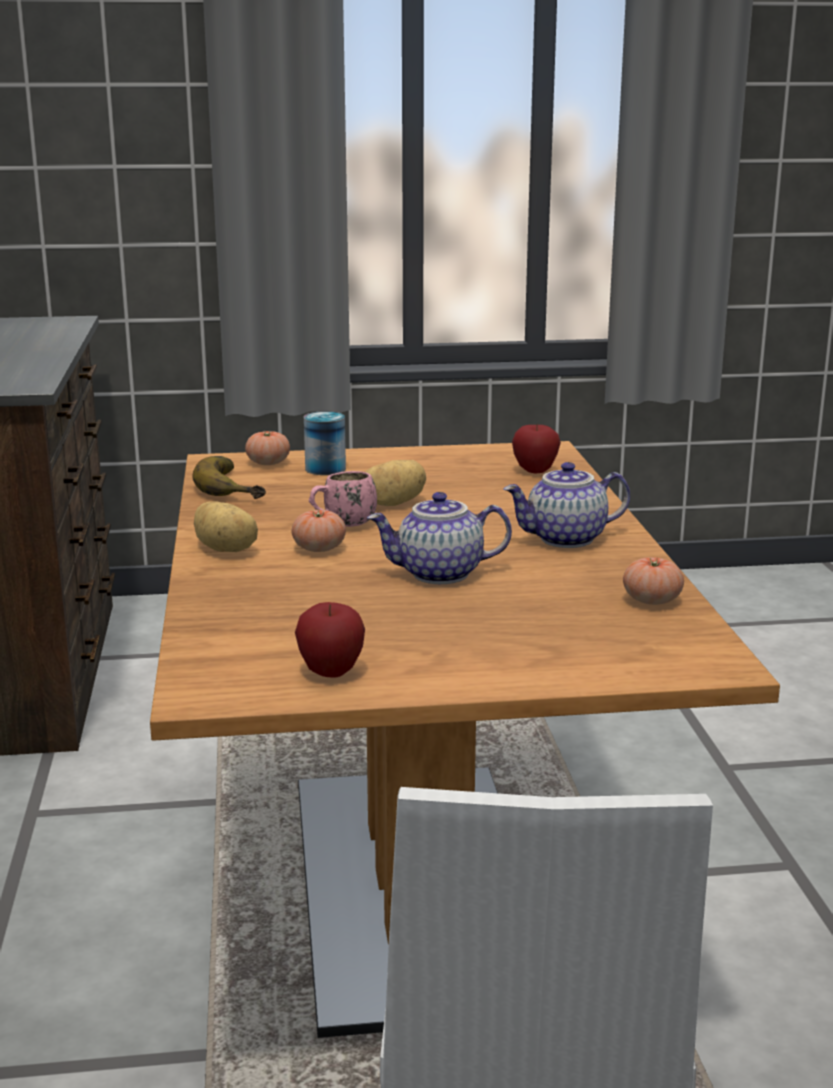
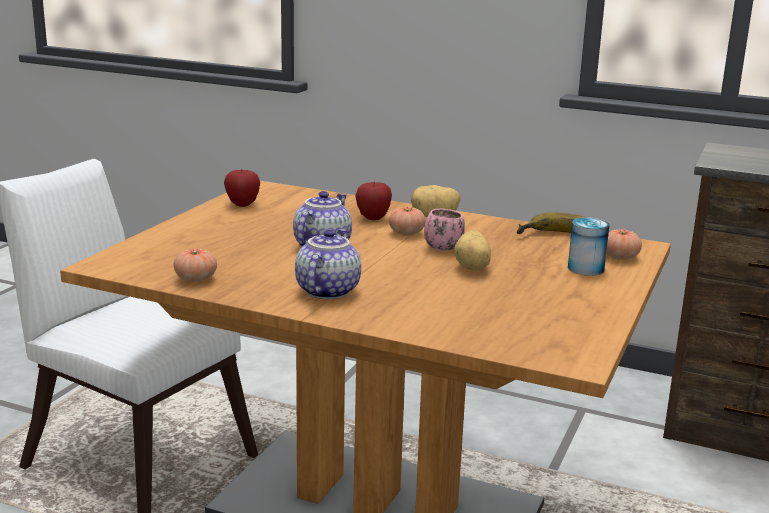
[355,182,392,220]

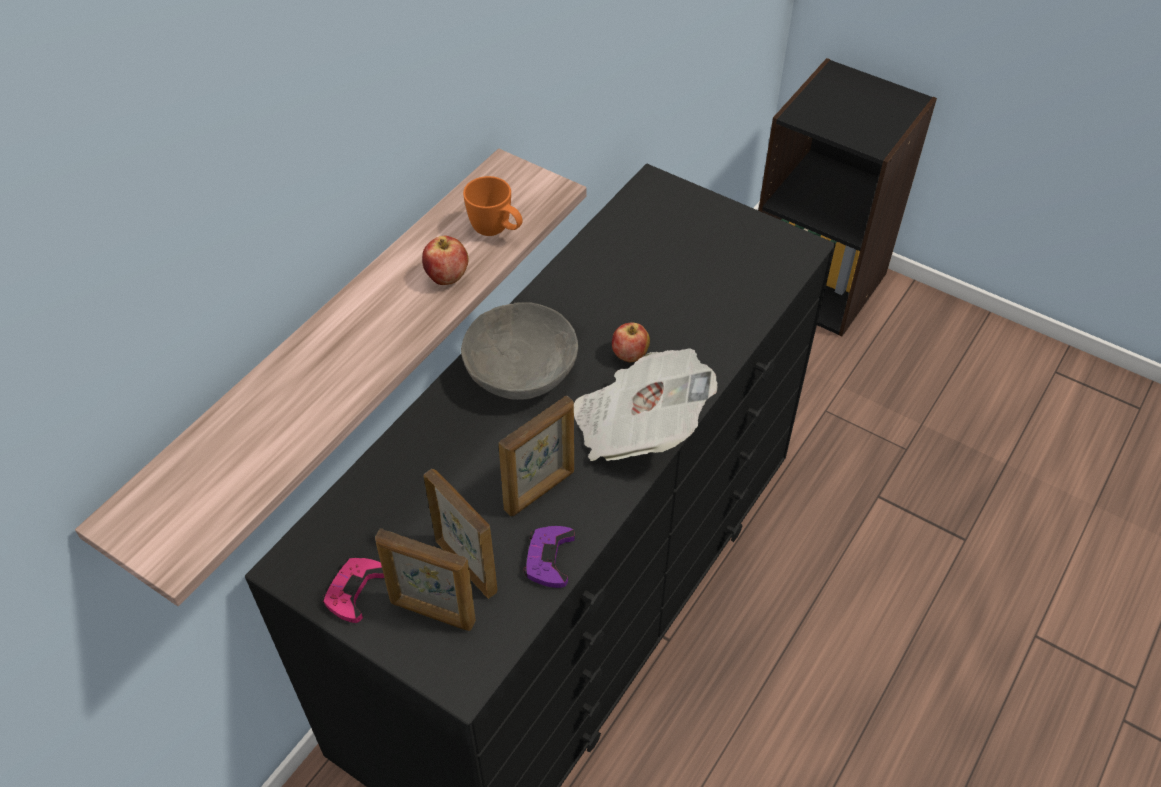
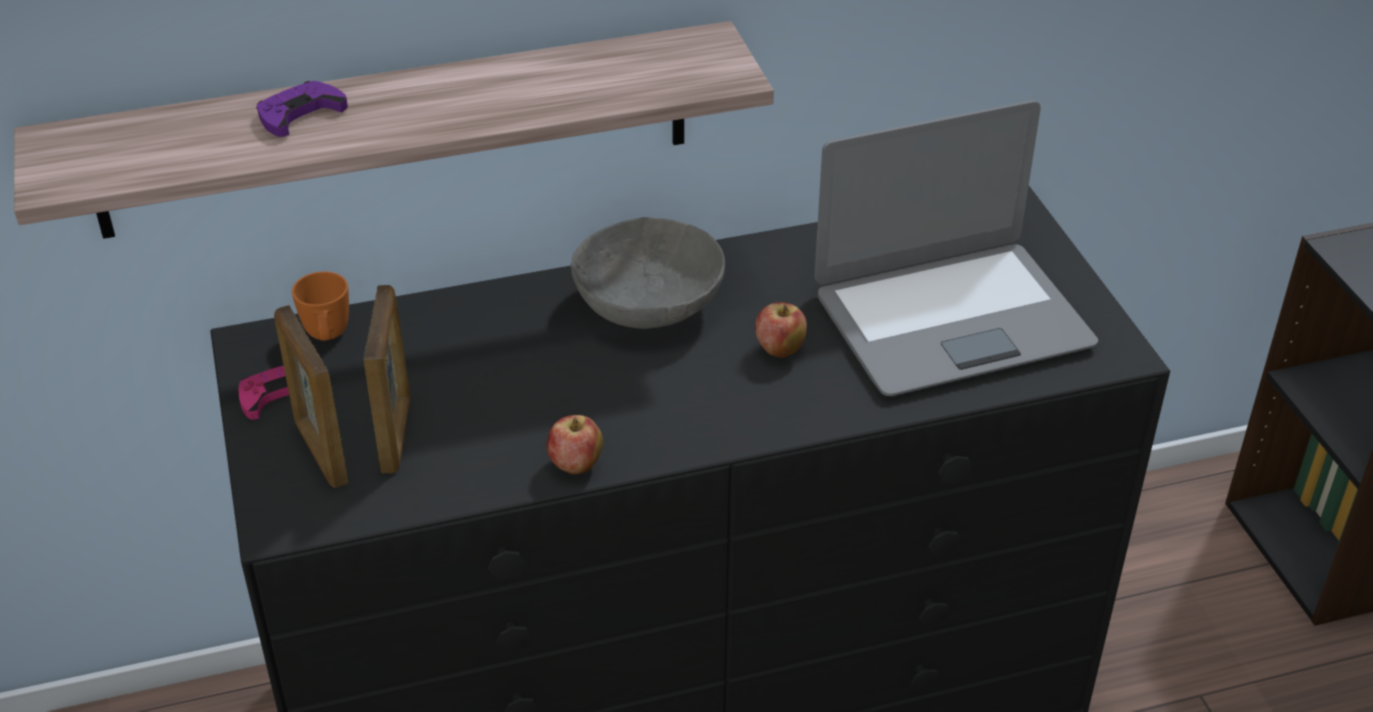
[292,271,349,341]
[547,415,603,474]
[574,348,717,461] (first image)
[498,396,574,516] (first image)
[256,81,348,137]
[814,100,1098,396]

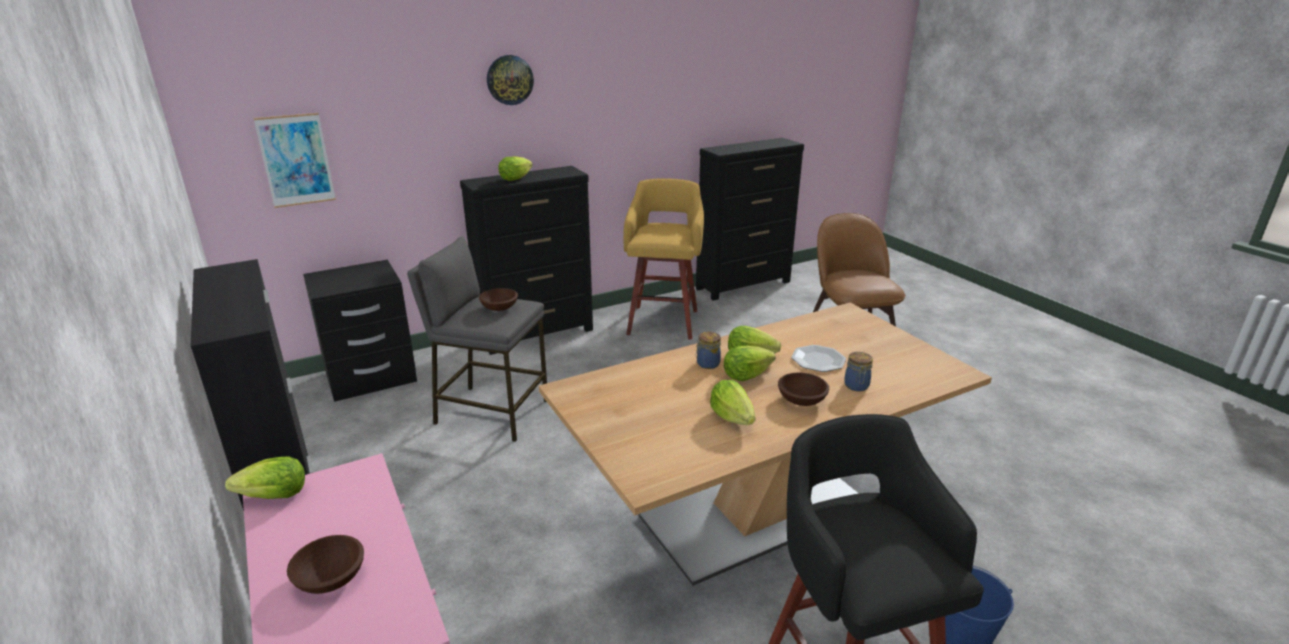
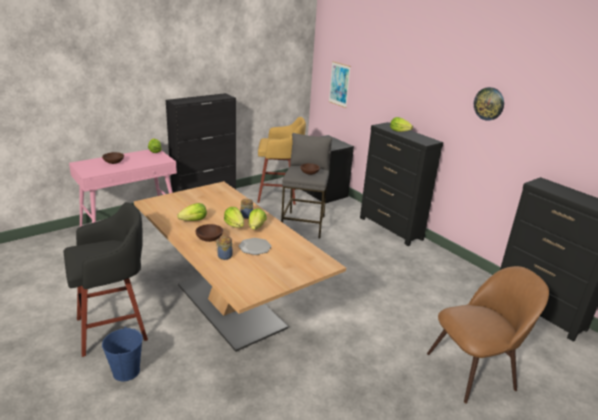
[474,87,504,121]
[257,117,306,205]

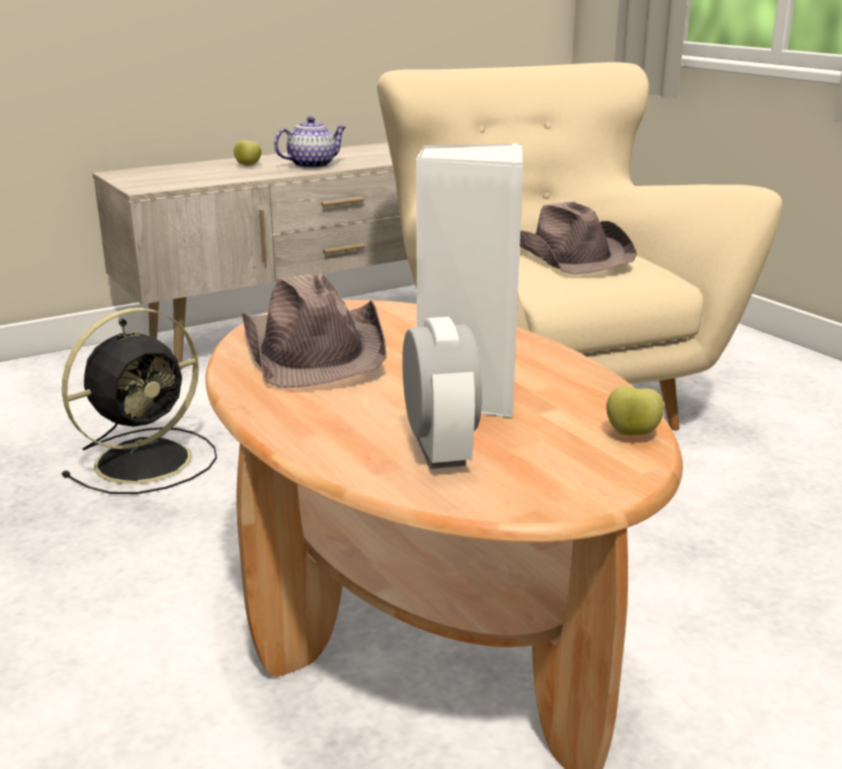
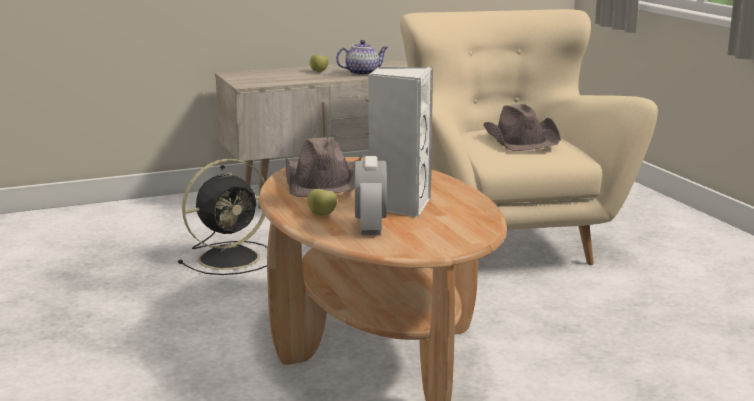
[307,189,337,215]

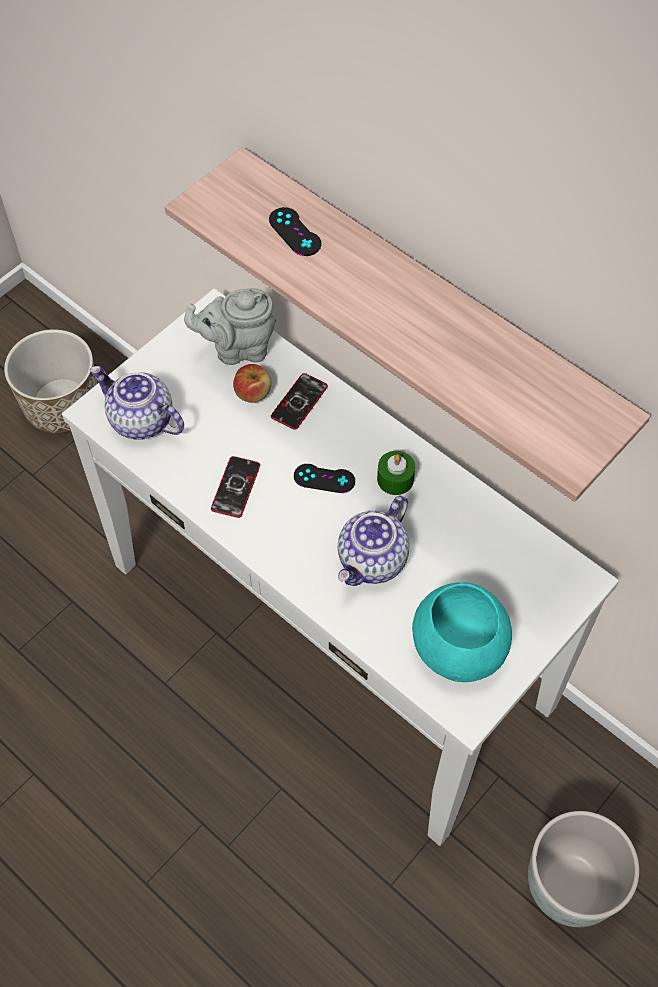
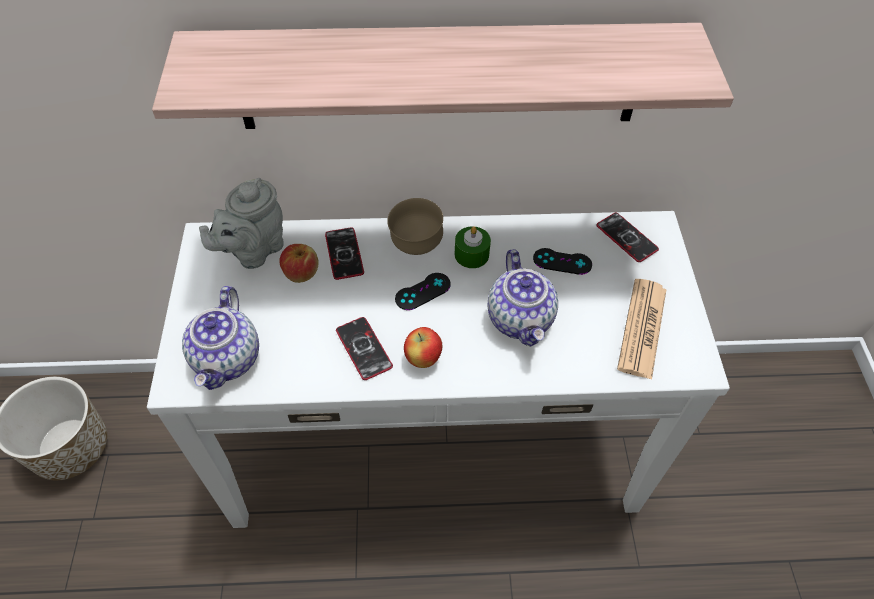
[533,248,592,275]
[182,286,259,390]
[617,279,667,380]
[528,811,639,927] (first image)
[387,198,443,255]
[596,213,659,262]
[404,327,442,368]

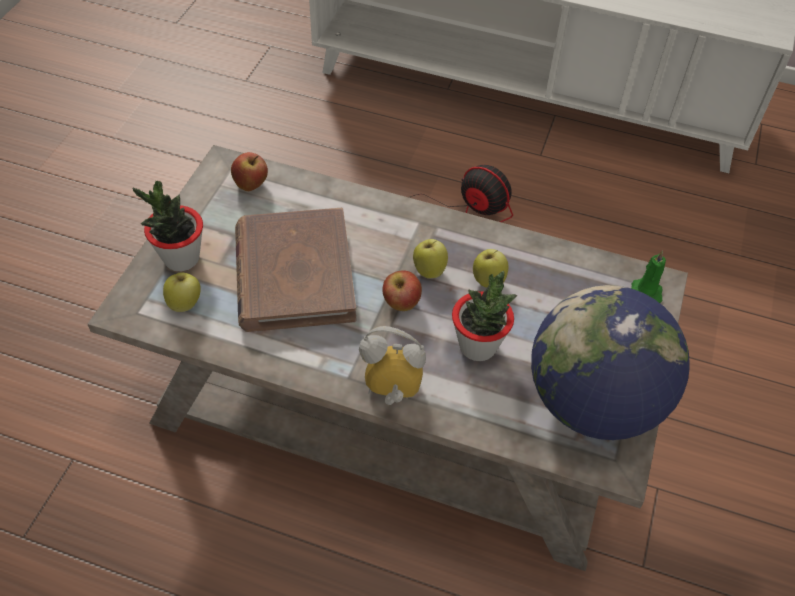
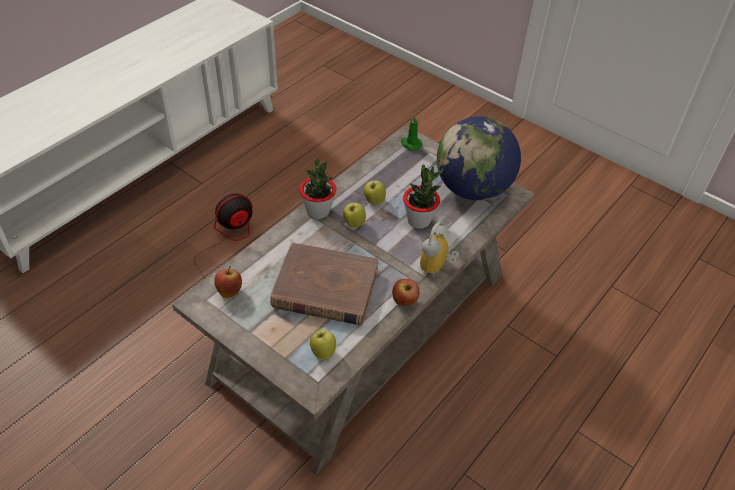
[299,159,336,219]
[392,279,420,306]

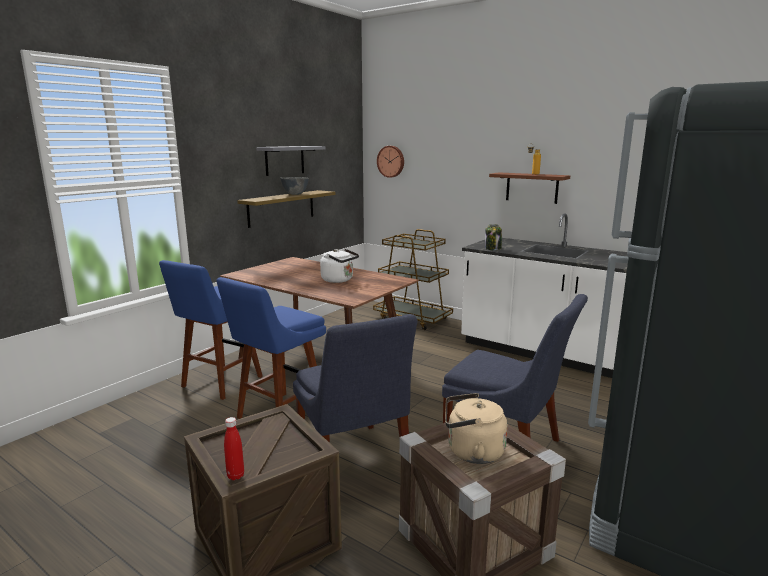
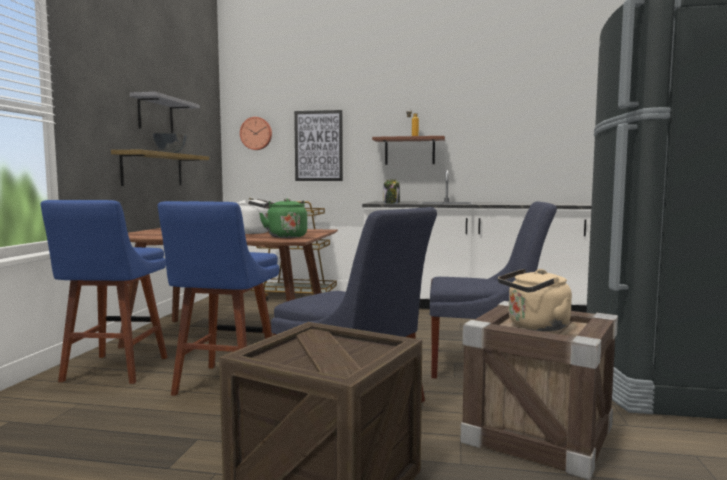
[224,417,244,480] (first image)
[294,110,343,181]
[259,198,307,238]

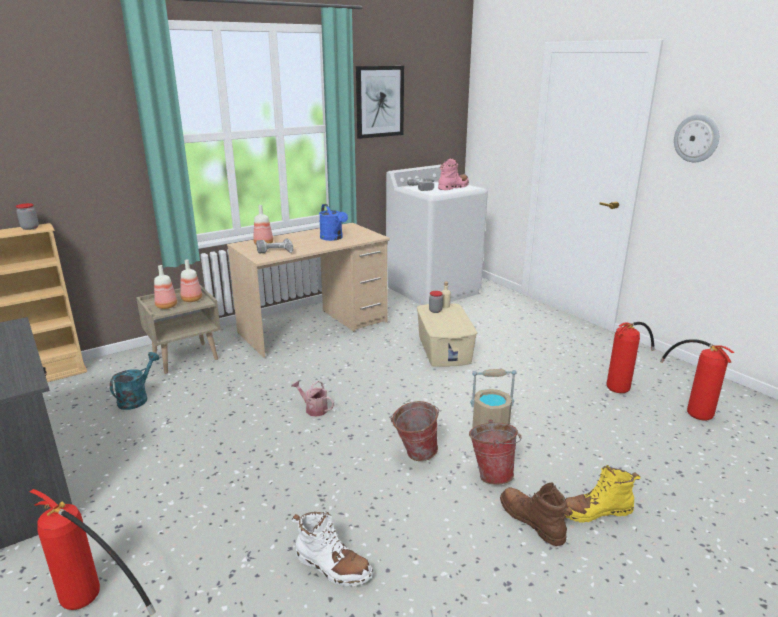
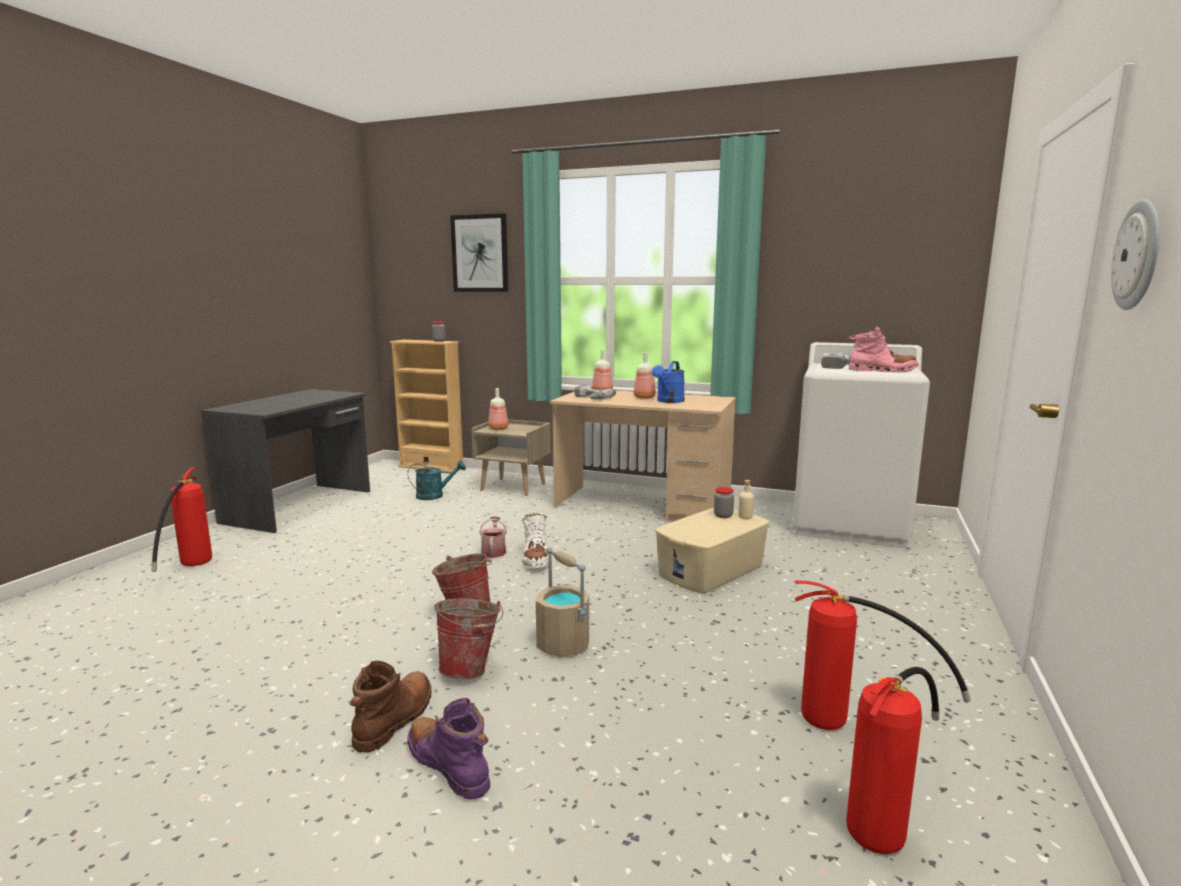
[450,213,508,292]
[634,352,656,399]
[407,698,490,800]
[522,513,549,568]

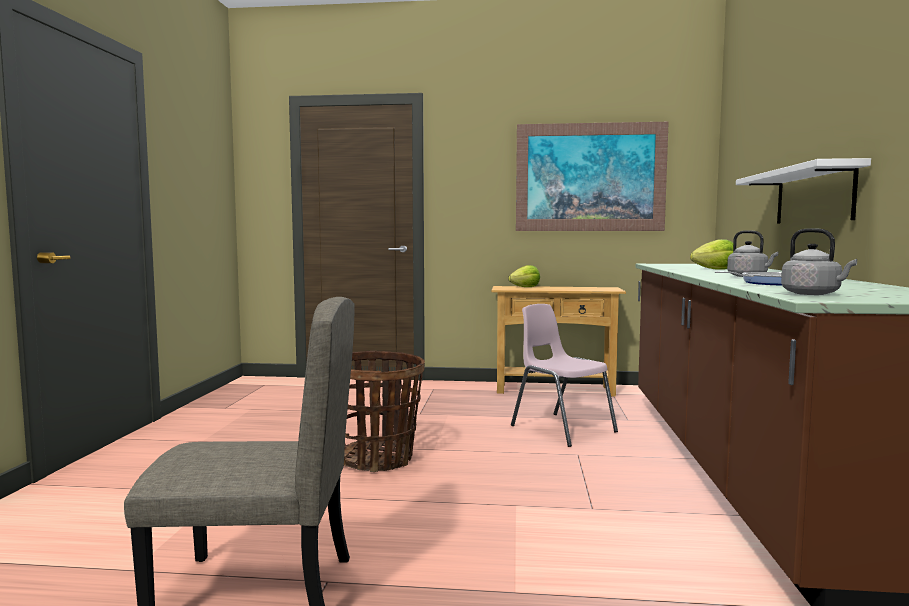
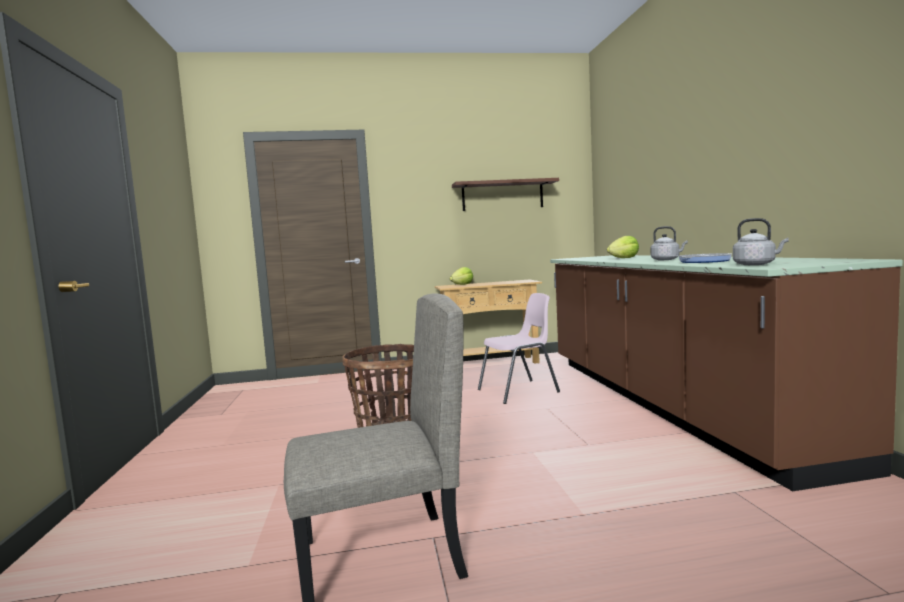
[452,178,559,211]
[736,158,871,224] (first image)
[478,293,560,404]

